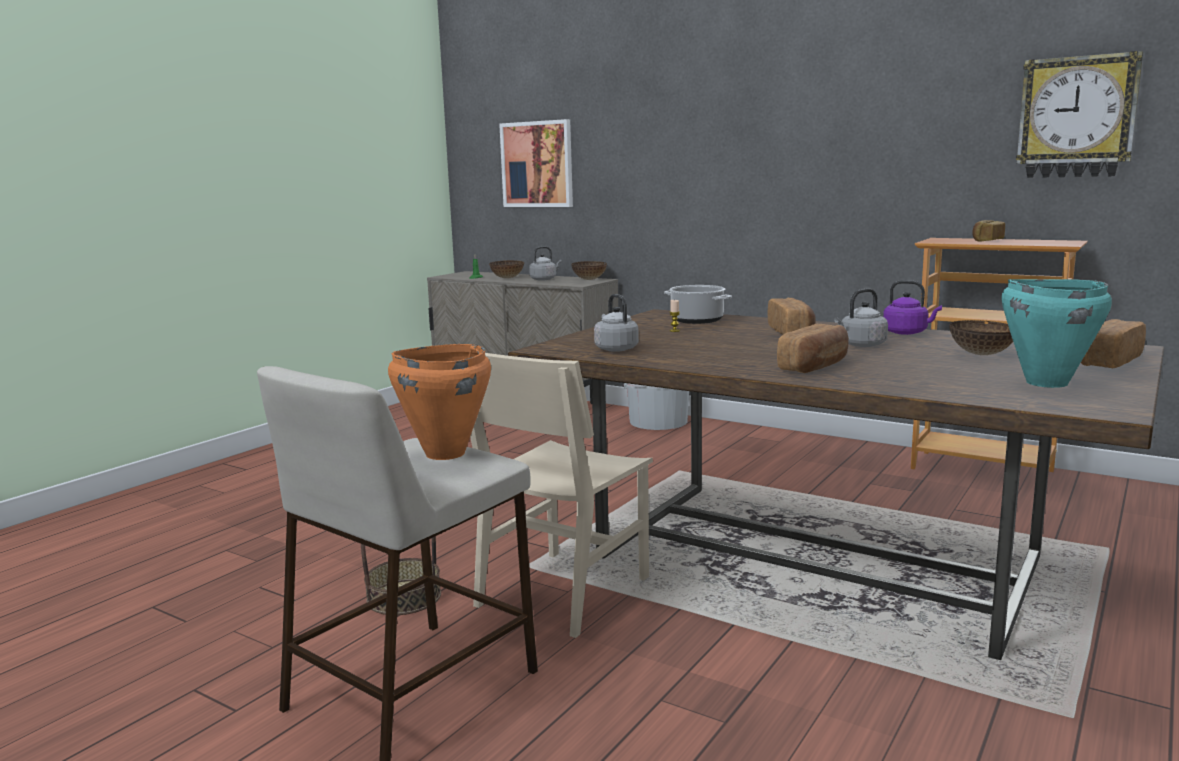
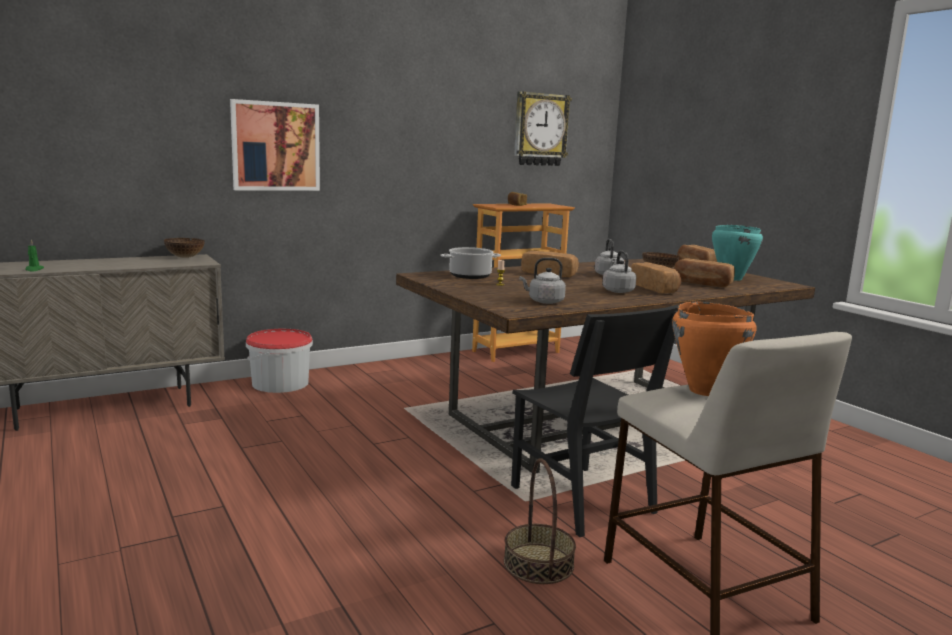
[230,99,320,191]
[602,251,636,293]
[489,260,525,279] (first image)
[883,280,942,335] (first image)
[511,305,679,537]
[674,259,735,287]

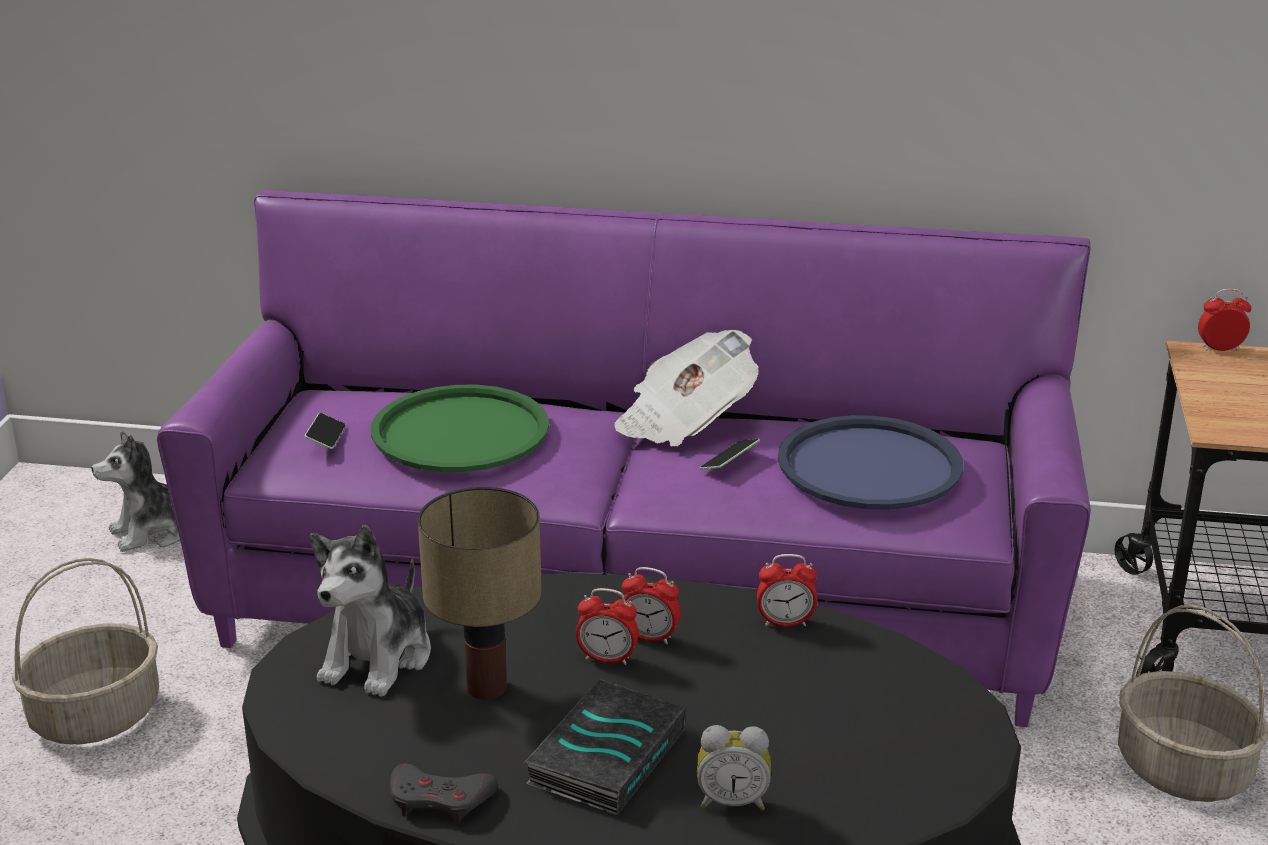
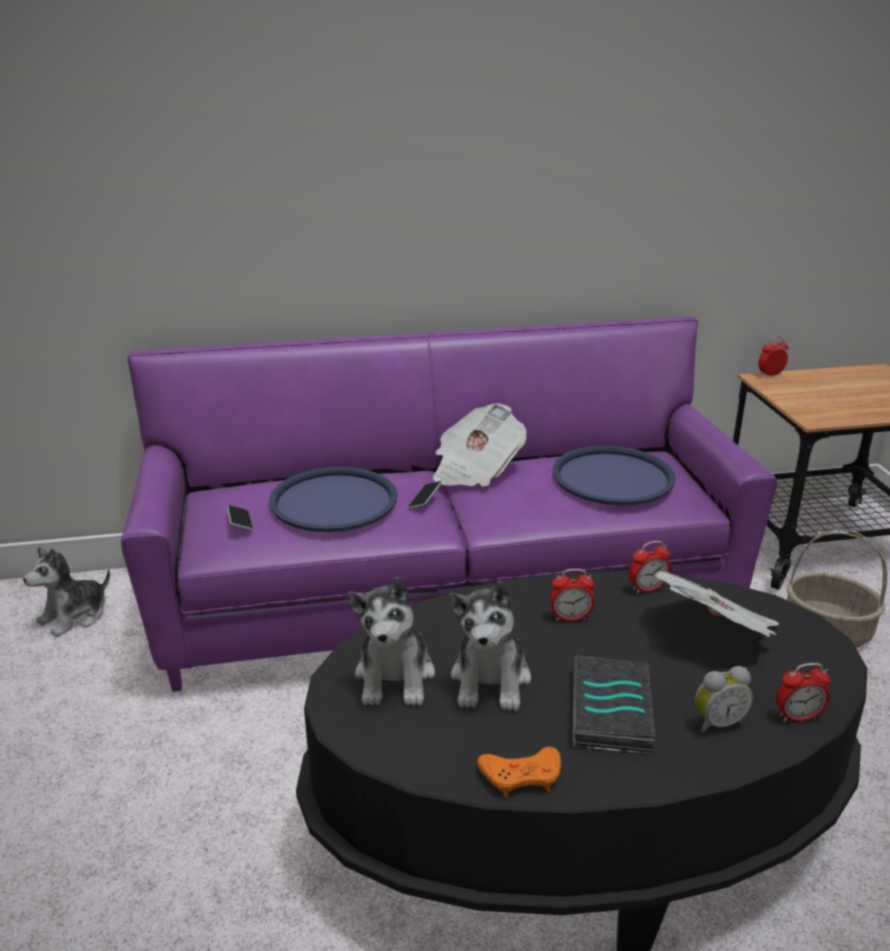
[269,467,398,532]
[408,481,442,508]
[449,581,531,711]
[12,558,159,744] (first image)
[776,663,831,722]
[477,747,561,797]
[656,571,779,637]

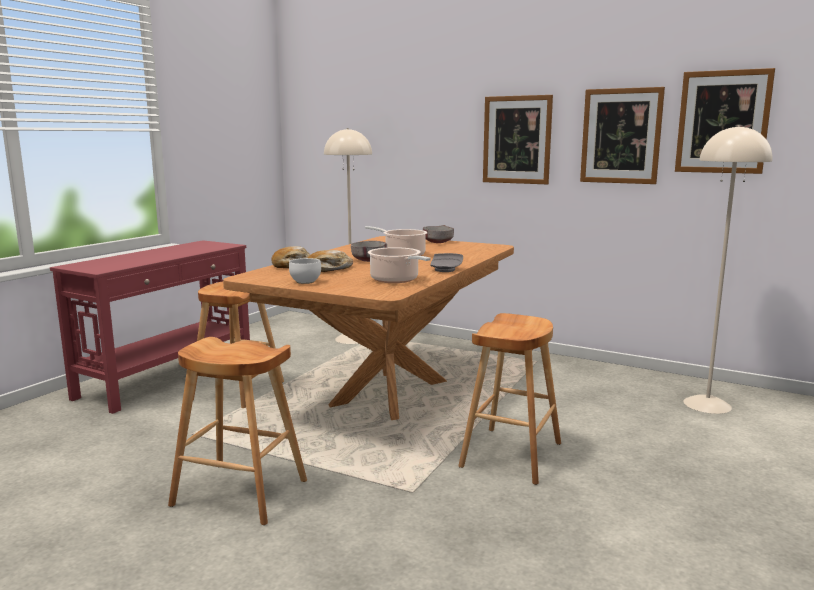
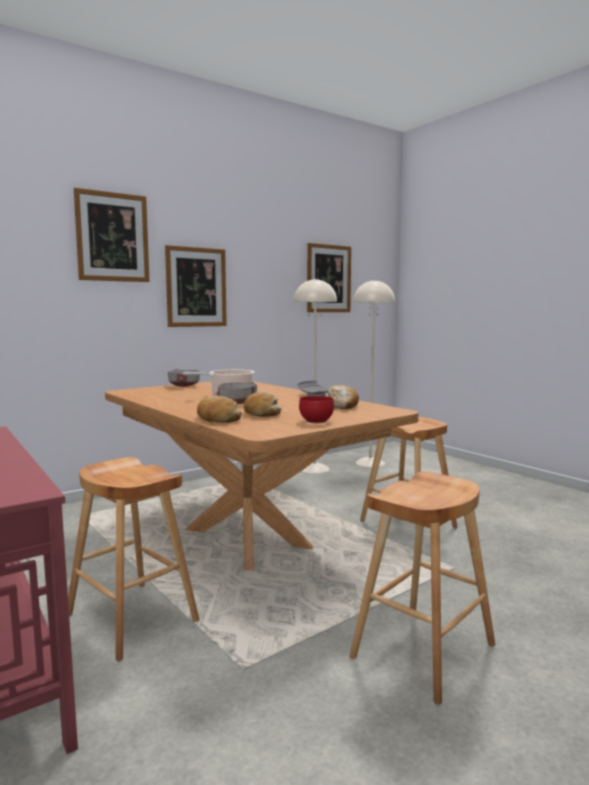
[74,188,150,282]
[294,278,337,473]
[326,385,359,409]
[299,396,334,423]

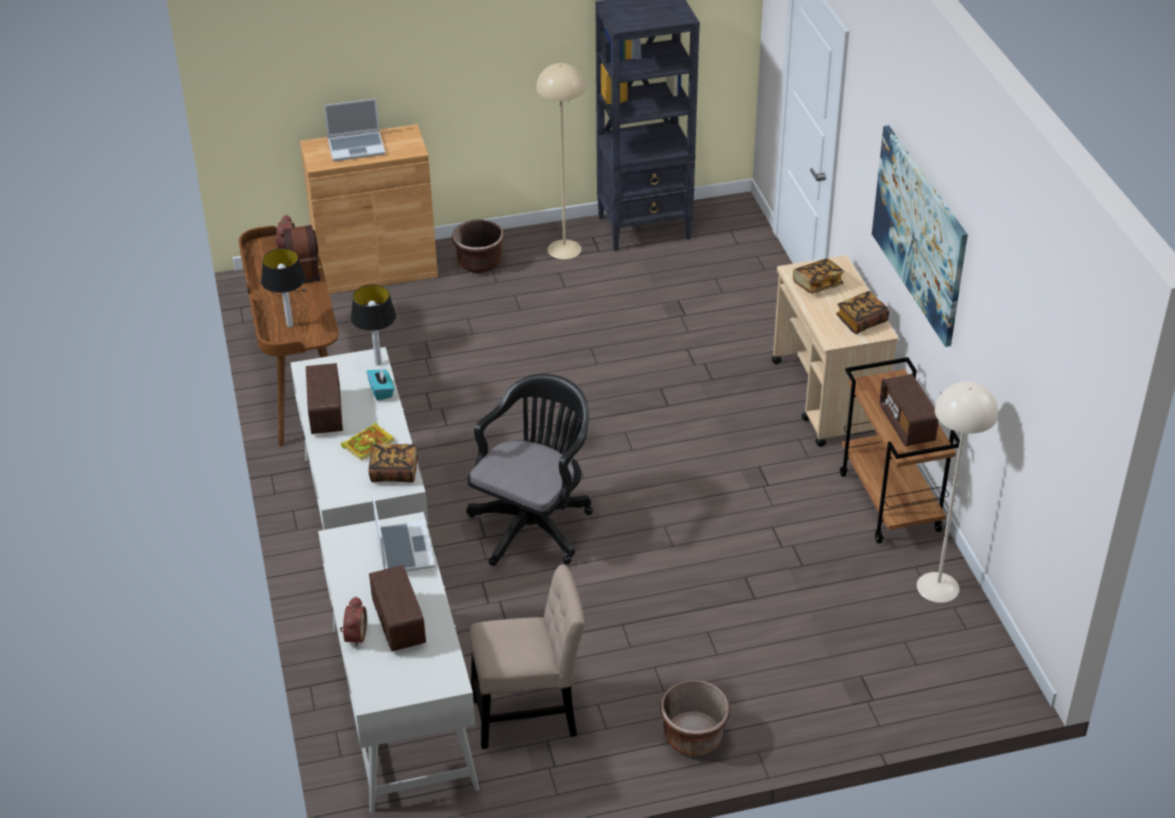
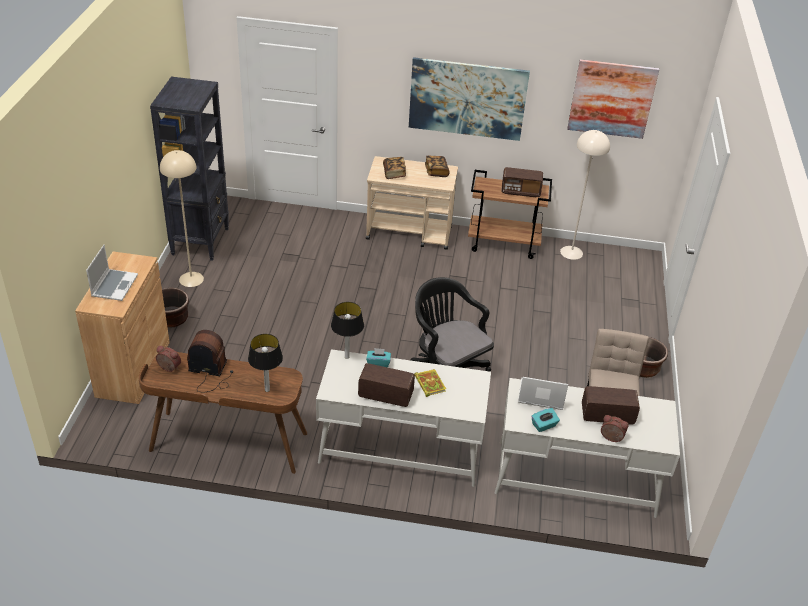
[368,444,418,482] (first image)
[567,59,659,139]
[532,408,560,432]

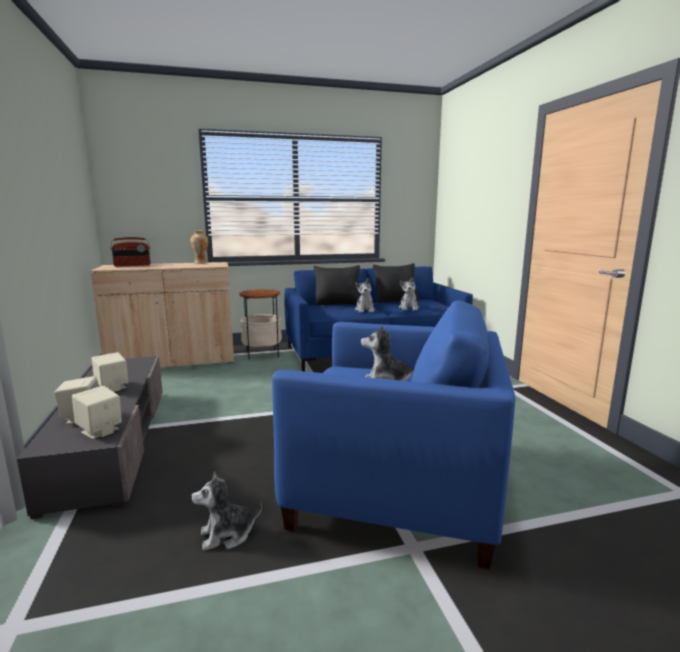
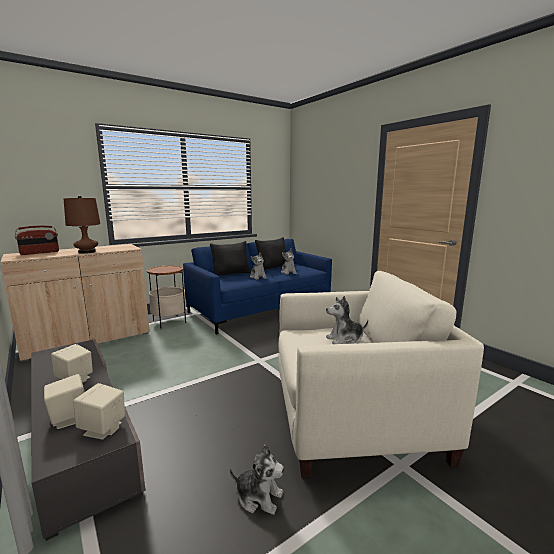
[191,231,208,264] (first image)
[278,271,484,478]
[230,444,284,515]
[63,196,100,254]

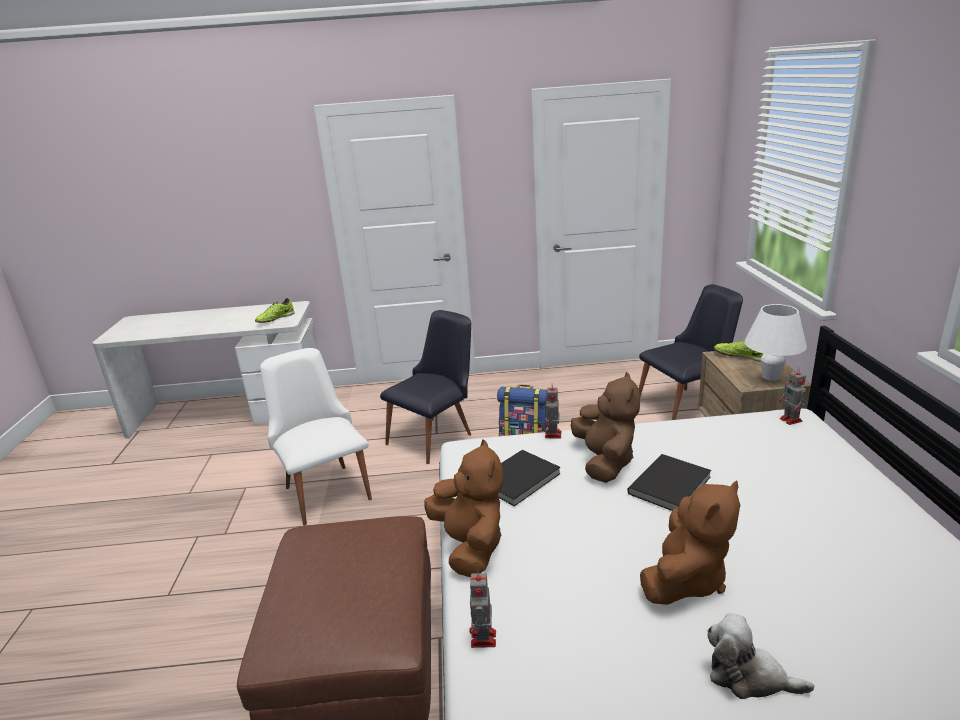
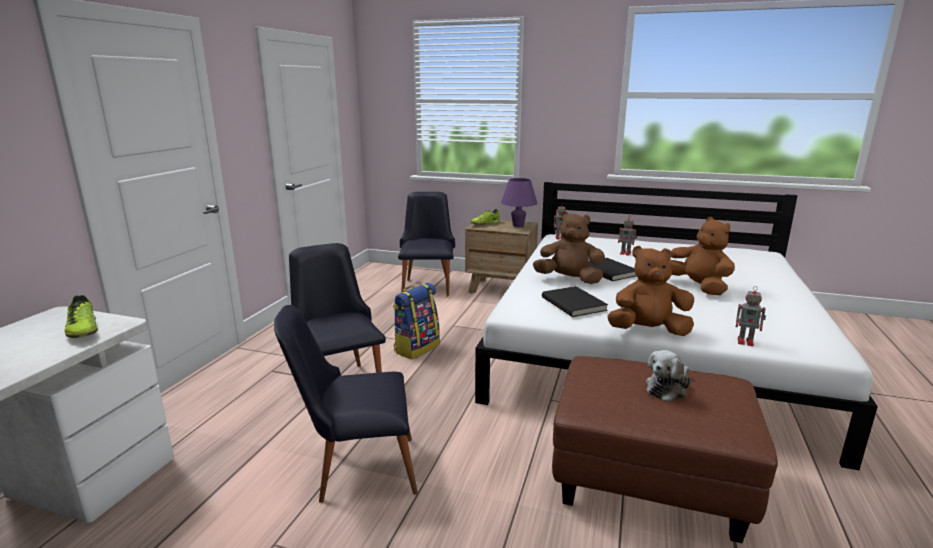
[501,178,537,227]
[274,305,418,503]
[618,216,637,256]
[646,350,691,402]

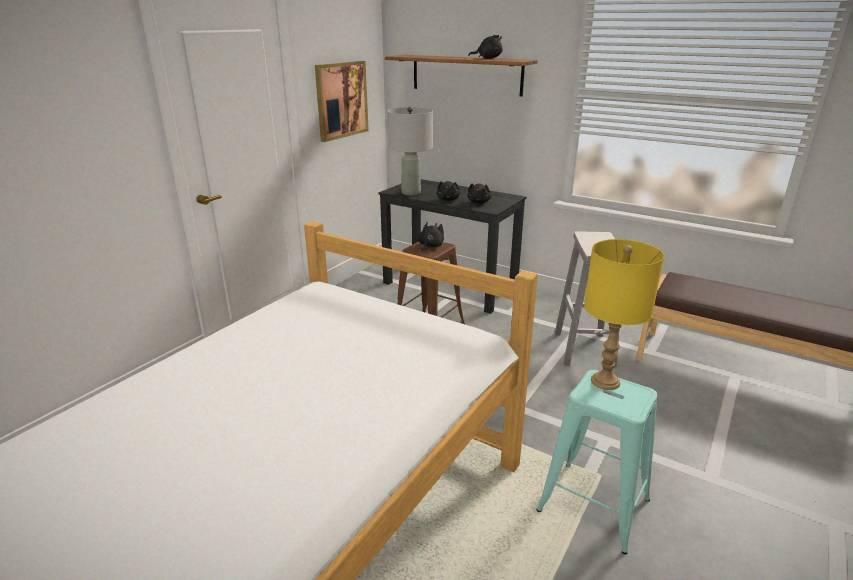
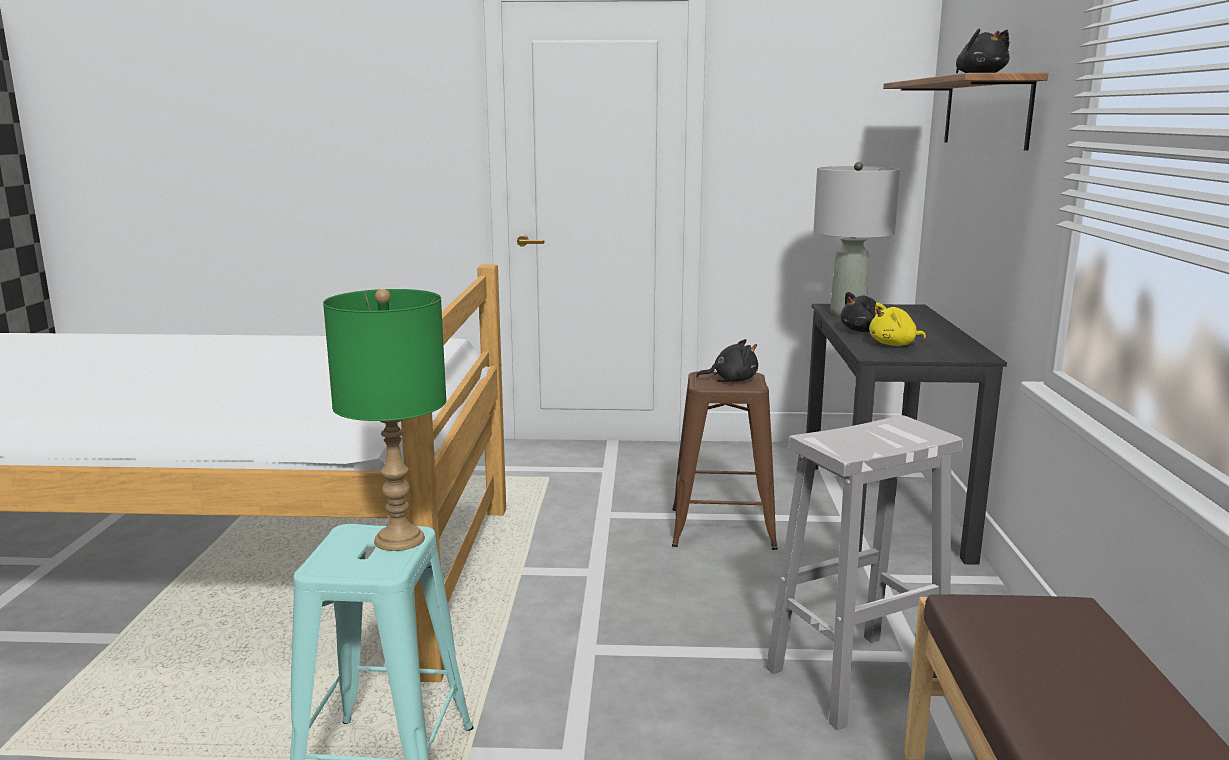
[315,61,369,142] (first image)
[869,303,926,346]
[323,289,447,551]

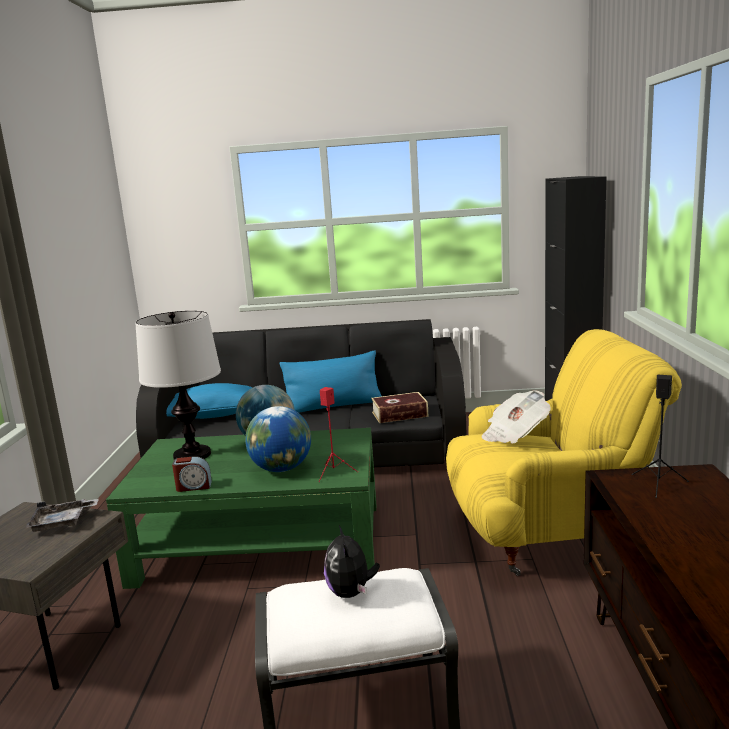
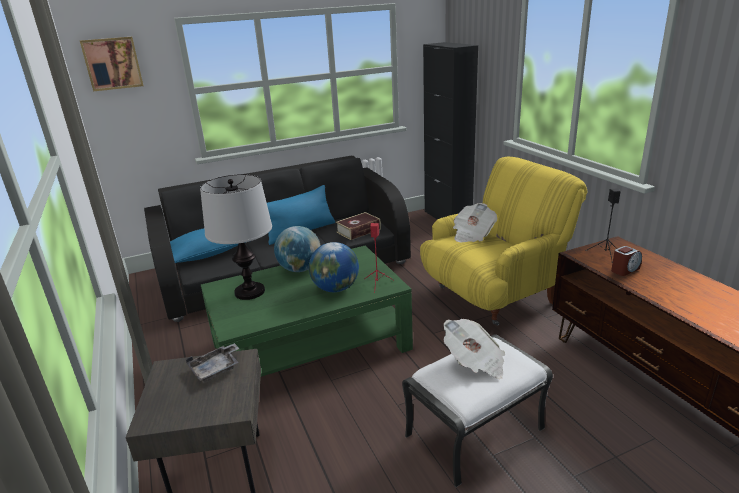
[611,246,642,276]
[443,319,505,379]
[80,37,144,92]

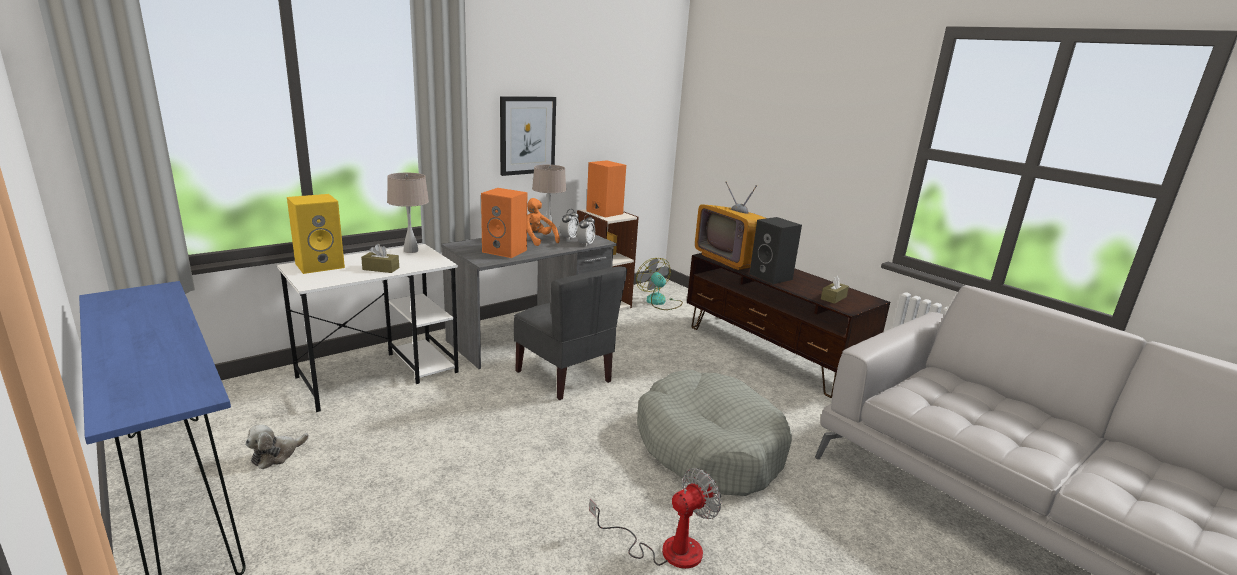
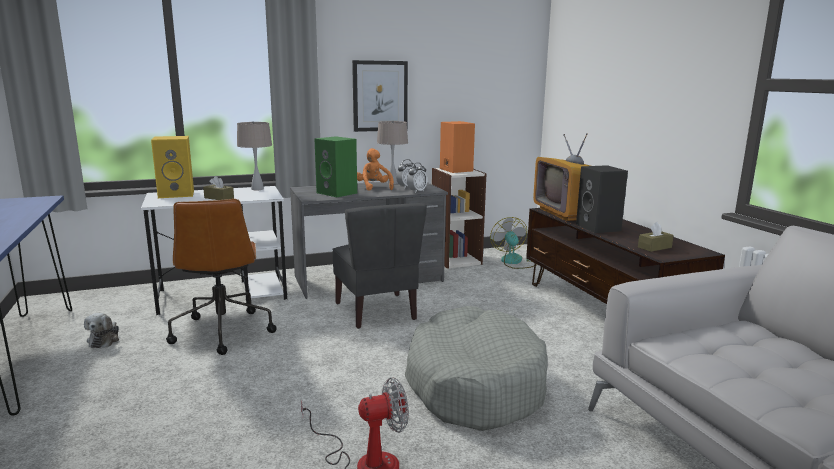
[315,136,357,197]
[84,313,119,348]
[166,199,277,355]

